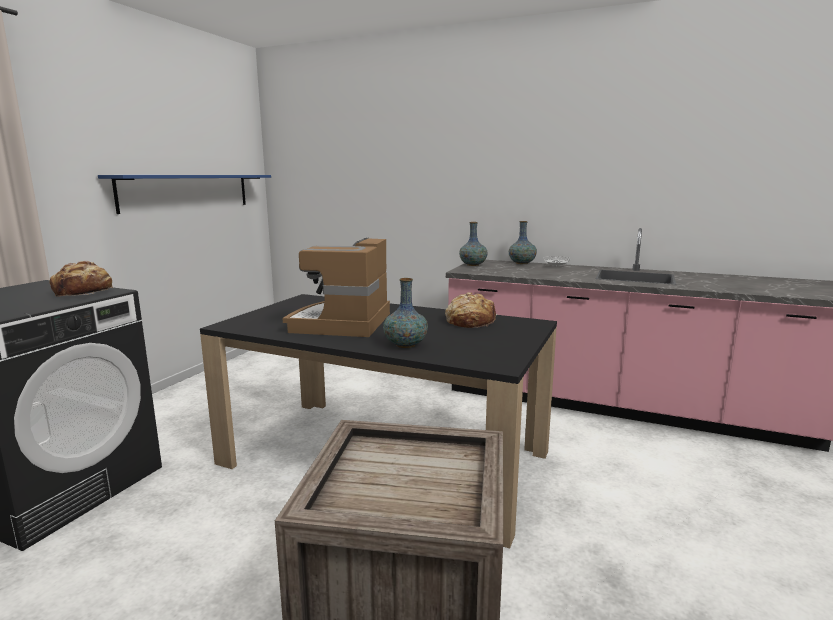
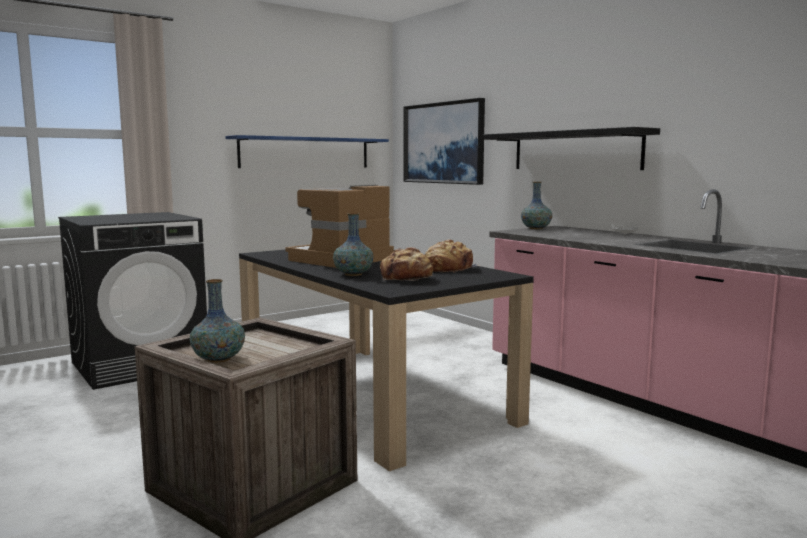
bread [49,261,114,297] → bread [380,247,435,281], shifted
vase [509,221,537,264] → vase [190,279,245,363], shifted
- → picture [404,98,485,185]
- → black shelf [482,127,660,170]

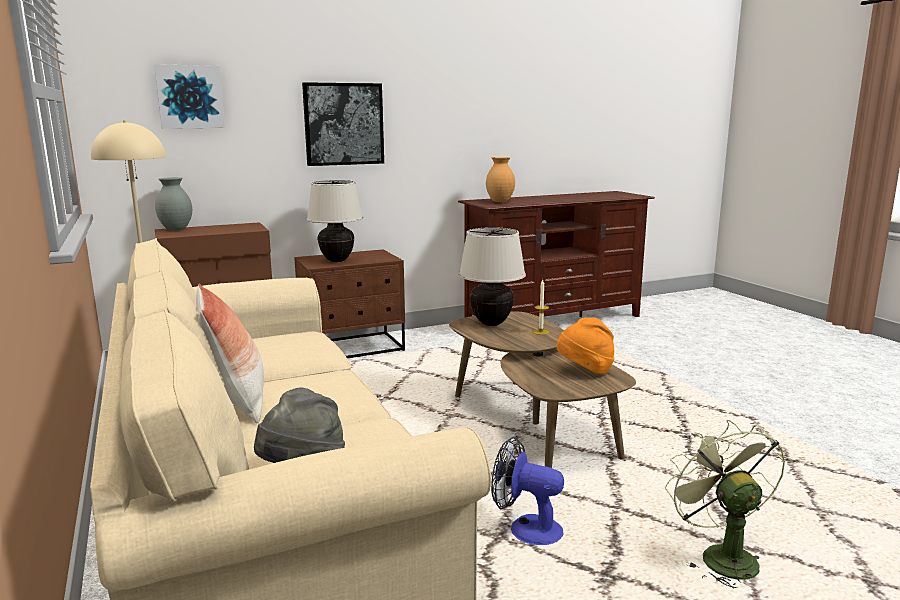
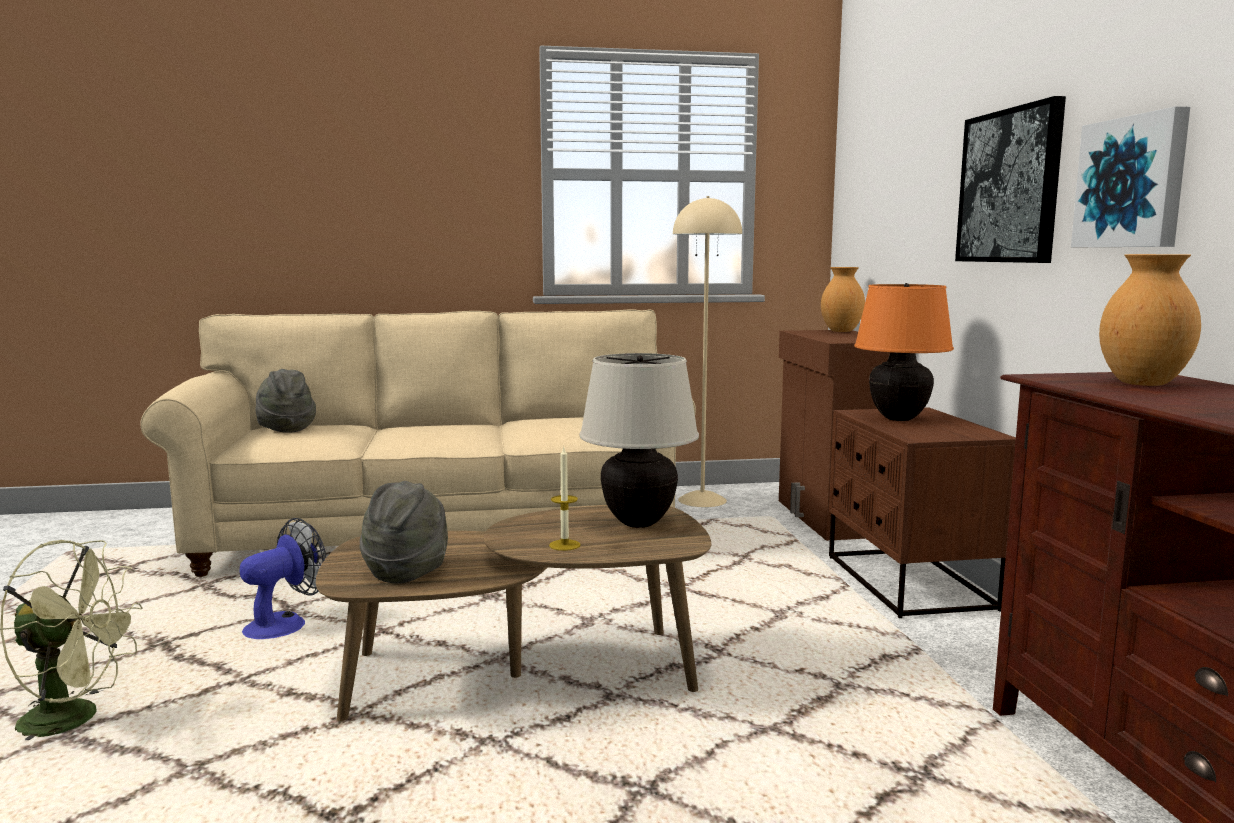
picture [154,64,225,129] → picture [1071,106,1190,247], shifted
grey vase [155,177,192,231] → brown vase [821,267,865,332]
pillow [196,283,264,423] → -
beige table lamp [307,180,363,262] → orange table lamp [854,283,954,421]
orange hat [556,317,614,374] → grey hat [360,481,448,583]

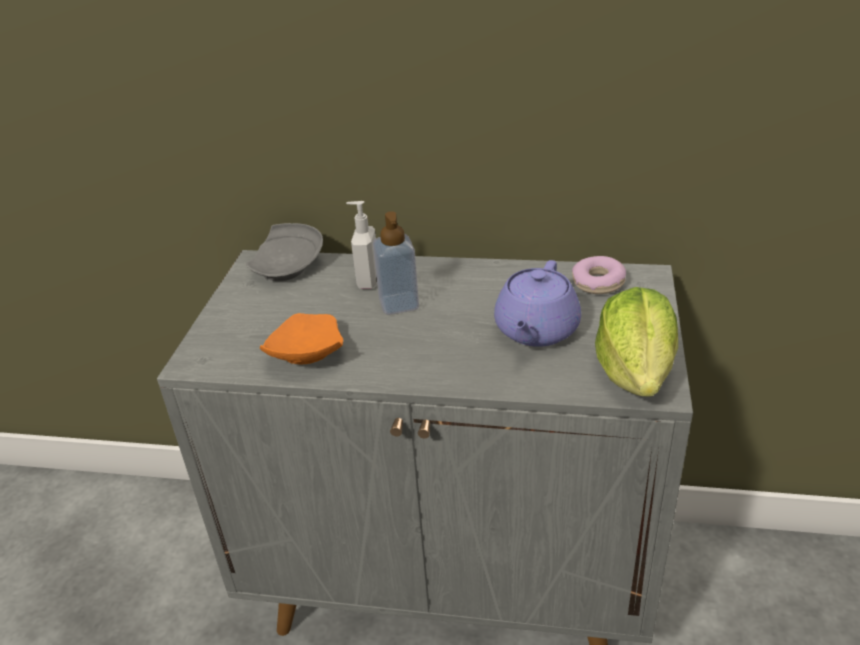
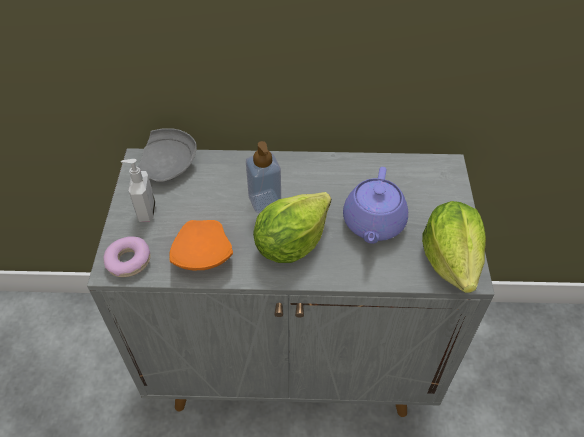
soap dispenser [346,201,377,288] → soap dispenser [121,159,156,222], shifted
donut [572,256,626,294] → donut [103,237,150,277], shifted
- → lettuce [253,192,331,263]

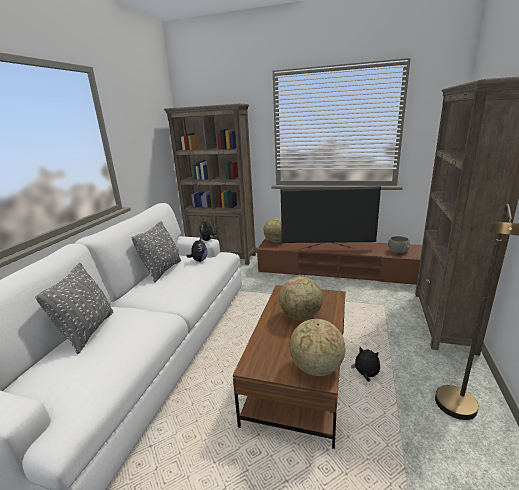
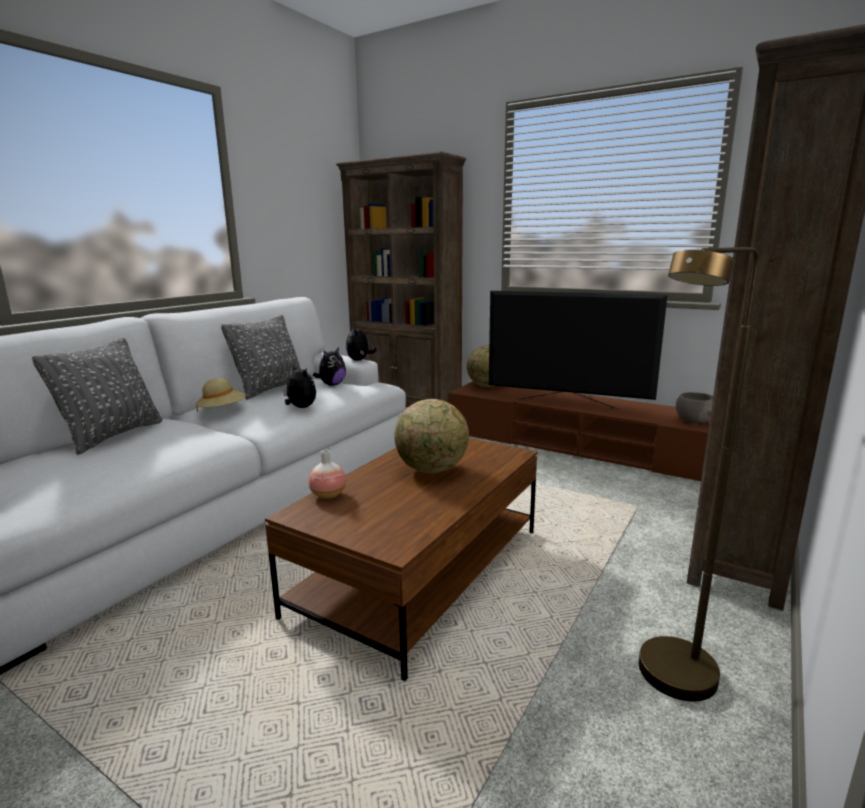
globe [289,319,346,376] → -
plush toy [351,347,380,382] → plush toy [283,365,316,408], shifted
- → beige hat [196,378,246,413]
- → vase [309,450,346,499]

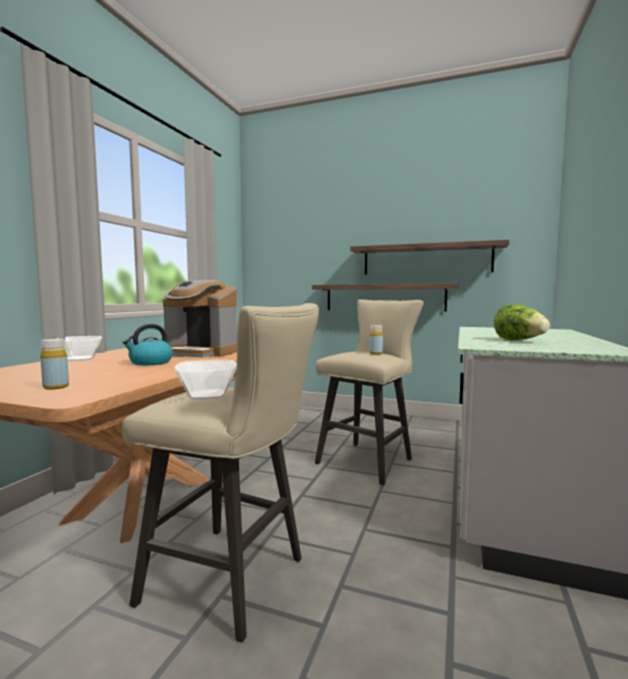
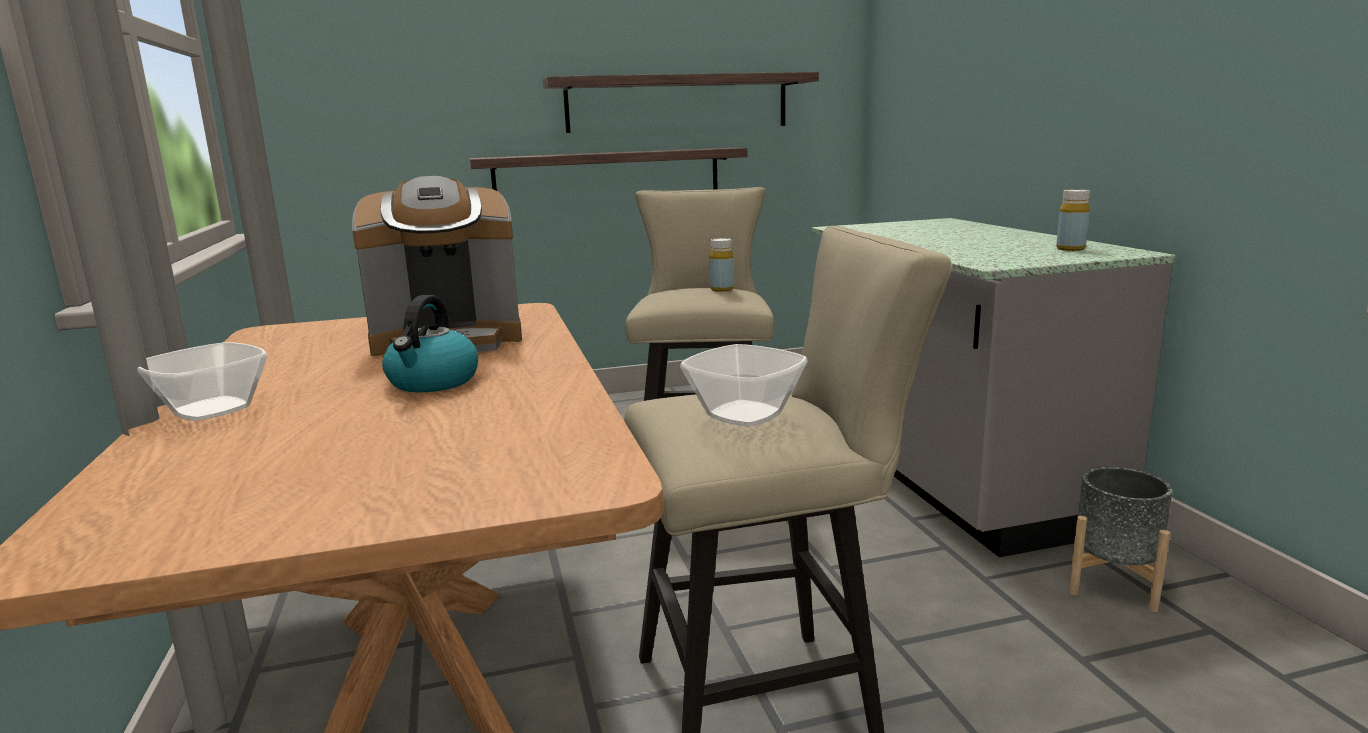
yellow bottle [40,339,69,390] → yellow bottle [1056,189,1090,251], shifted
lettuce [494,304,550,340] → -
- → grey planter [1069,467,1173,612]

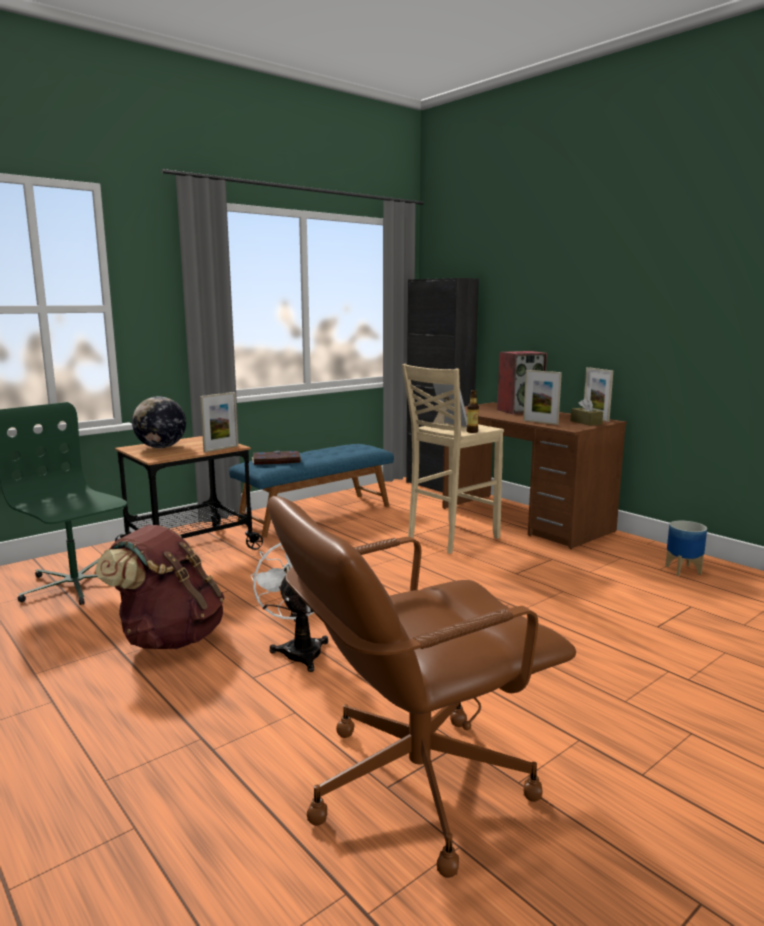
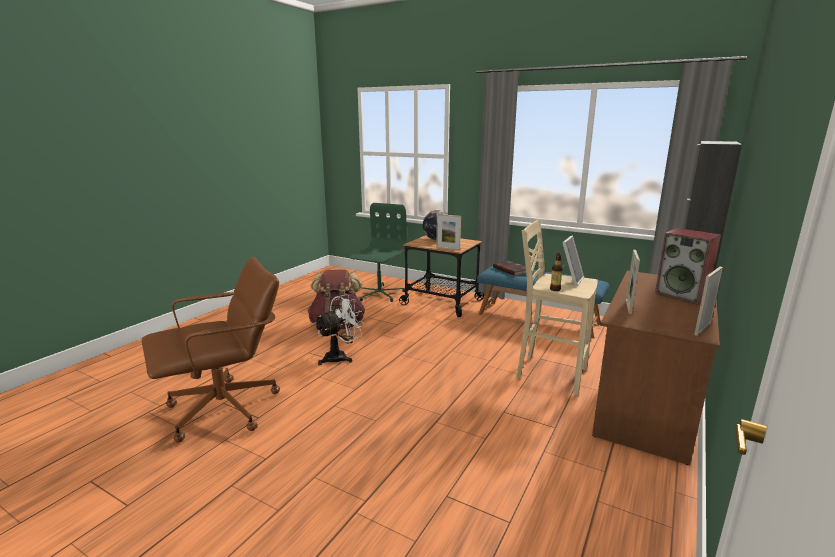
brown office chair [268,496,576,878] → brown office chair [142,257,280,443], 105 degrees clockwise
brown tissue box [571,398,603,426] → -
planter [665,521,707,576] → -

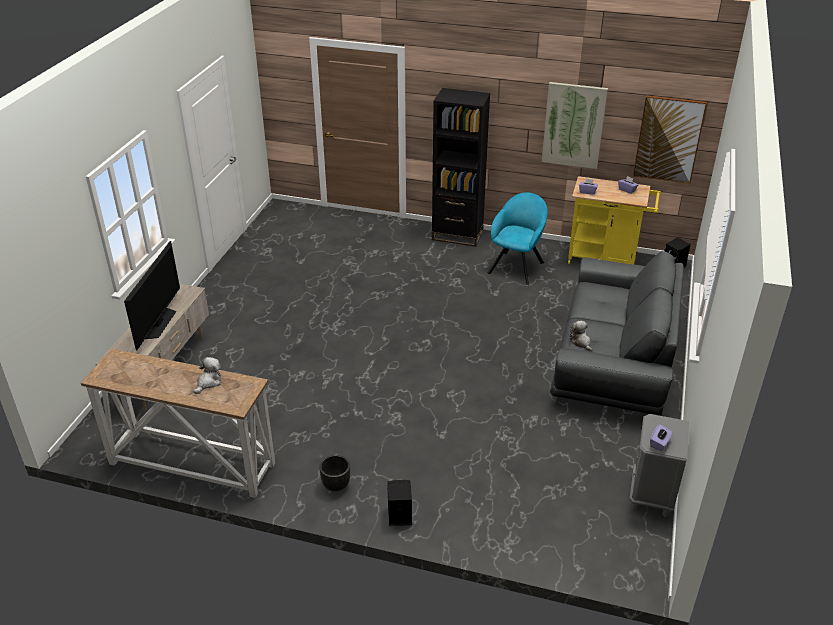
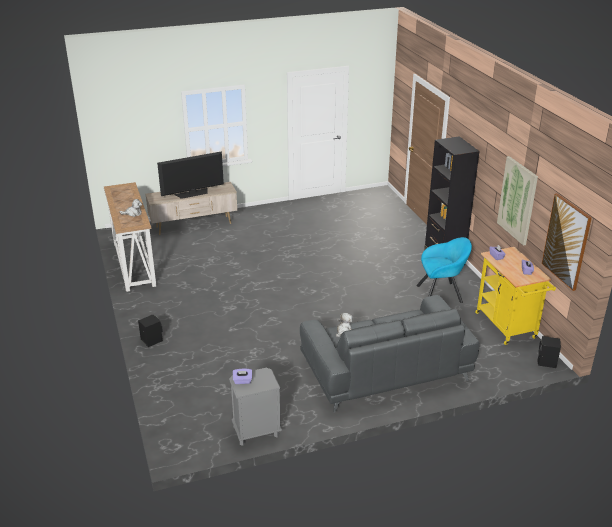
black planter [319,455,350,491] → -

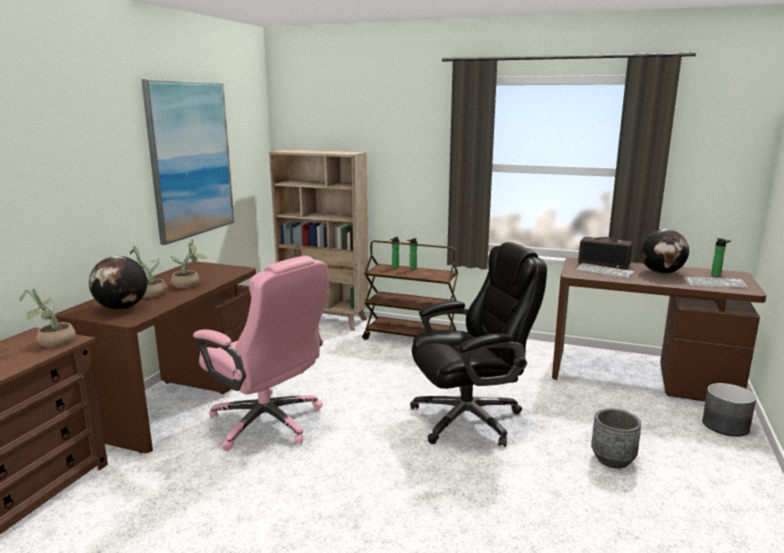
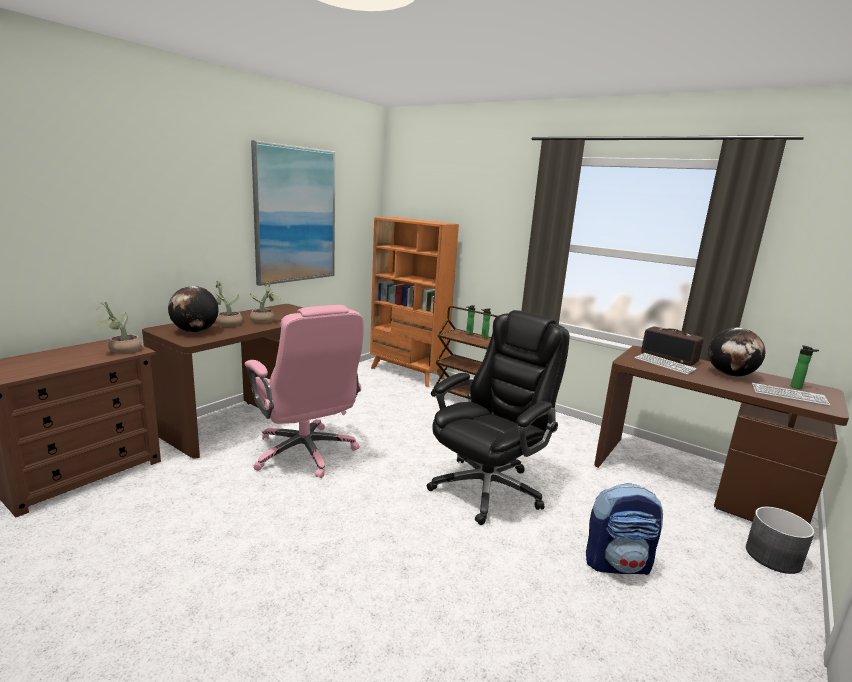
beige bookcase [269,149,369,331] → orange bookcase [370,217,459,387]
black office chair [410,242,547,447] → black office chair [427,310,569,525], 45 degrees counterclockwise
grey planter [591,408,642,469] → backpack [586,483,663,575]

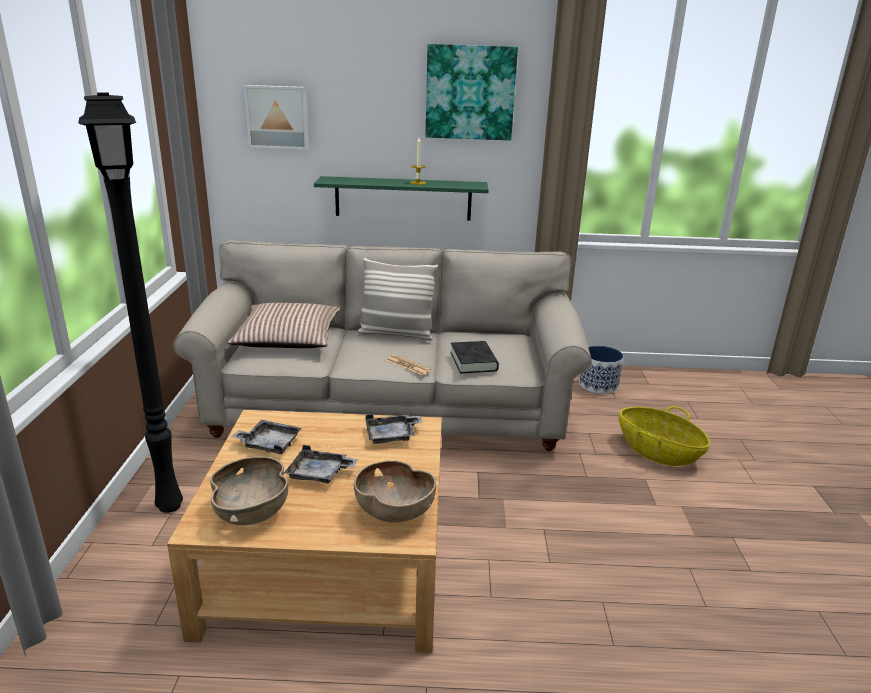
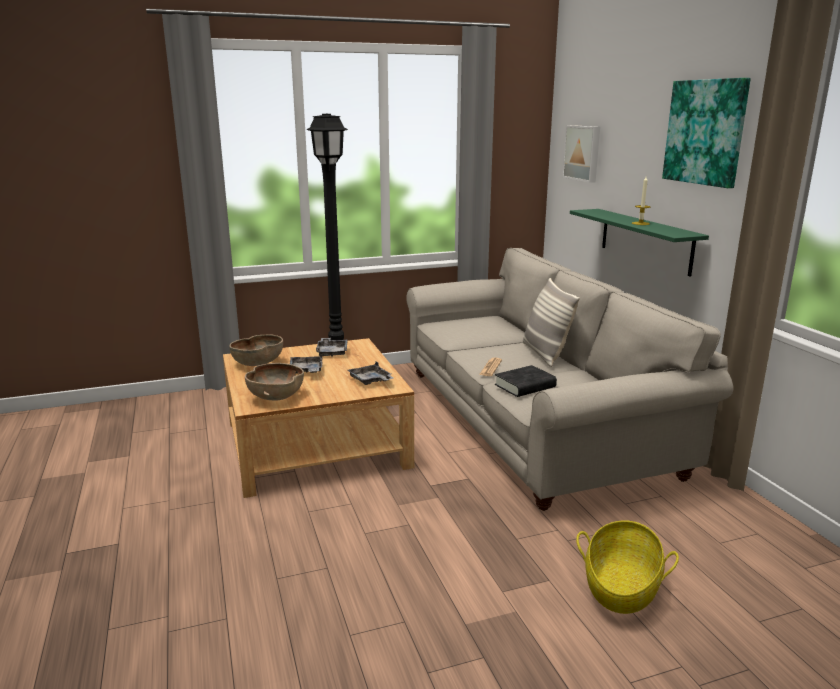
pillow [227,303,340,348] → -
planter [579,346,623,394] → -

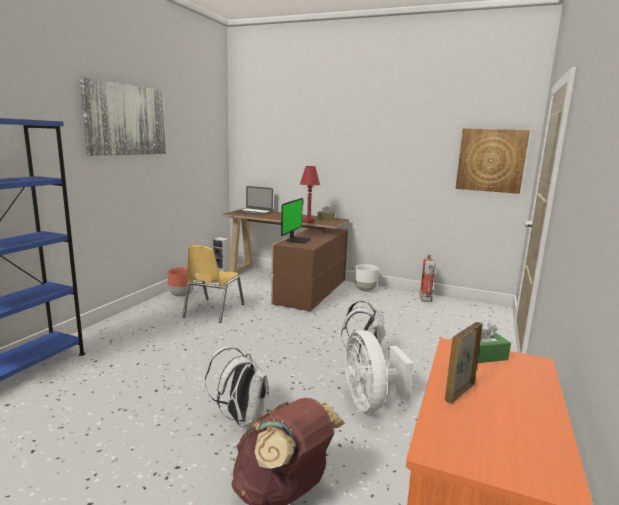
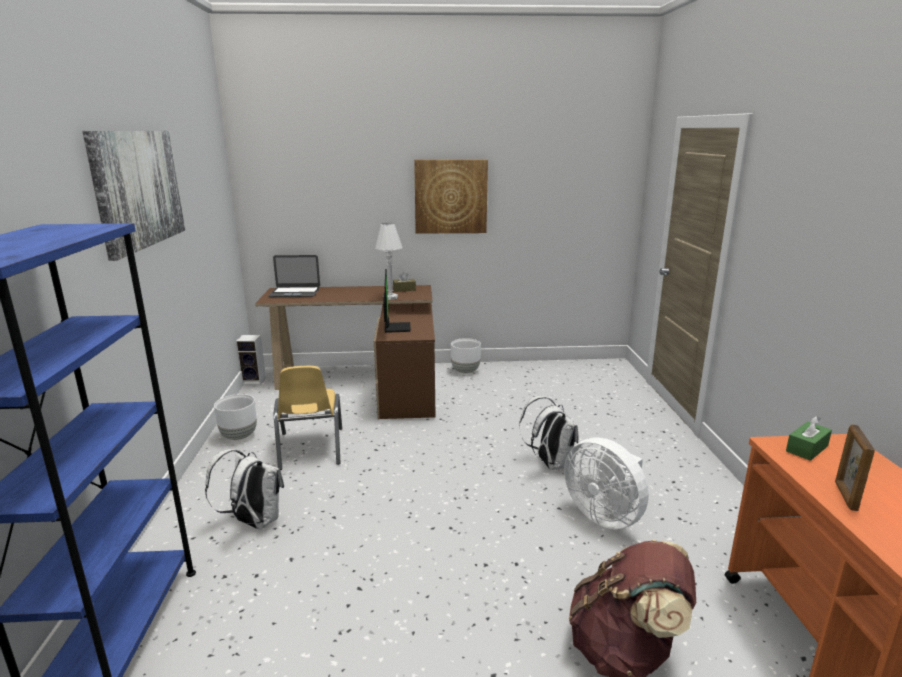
brown planter [167,267,194,297] → white planter [214,394,257,440]
white backpack [205,346,269,428] → white backpack [205,449,284,530], shifted
red table lamp [300,166,320,223] → white table lamp [375,223,403,300]
fire extinguisher [419,254,436,302] → -
picture [456,128,530,194] → picture [414,160,488,234], shifted

